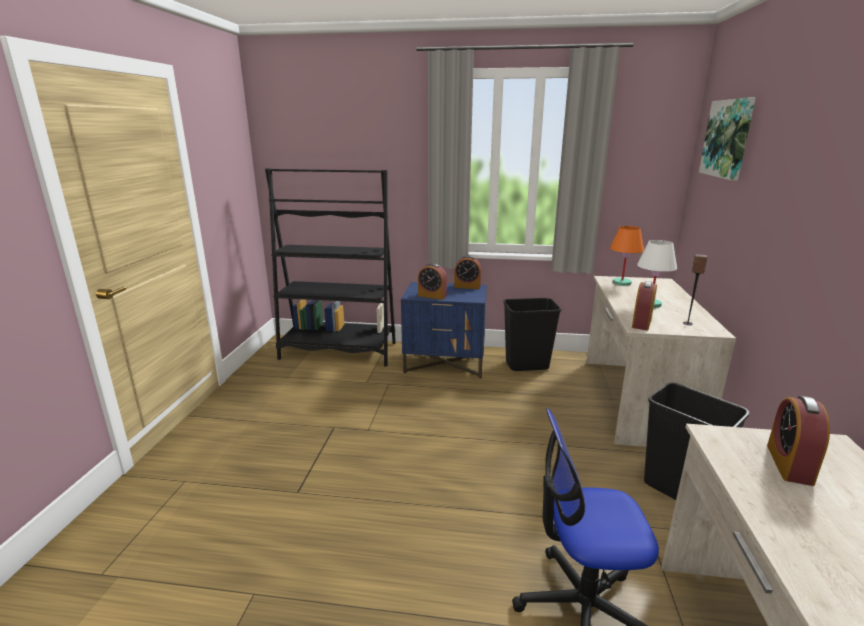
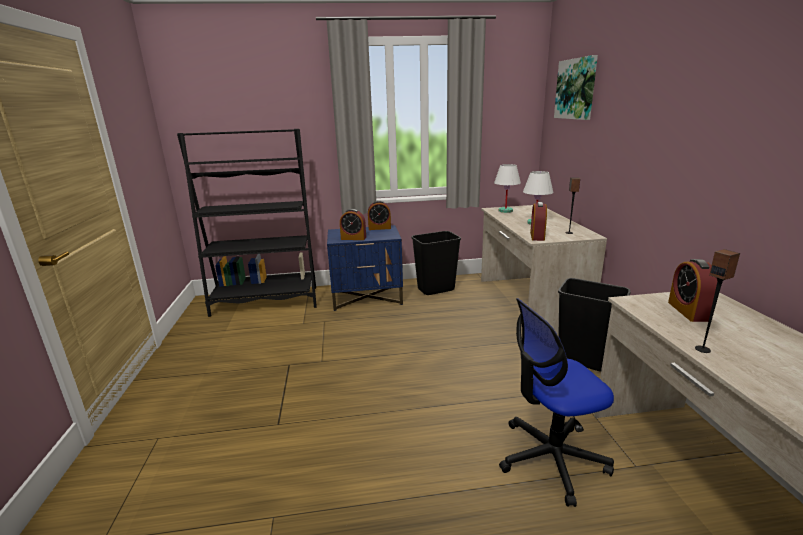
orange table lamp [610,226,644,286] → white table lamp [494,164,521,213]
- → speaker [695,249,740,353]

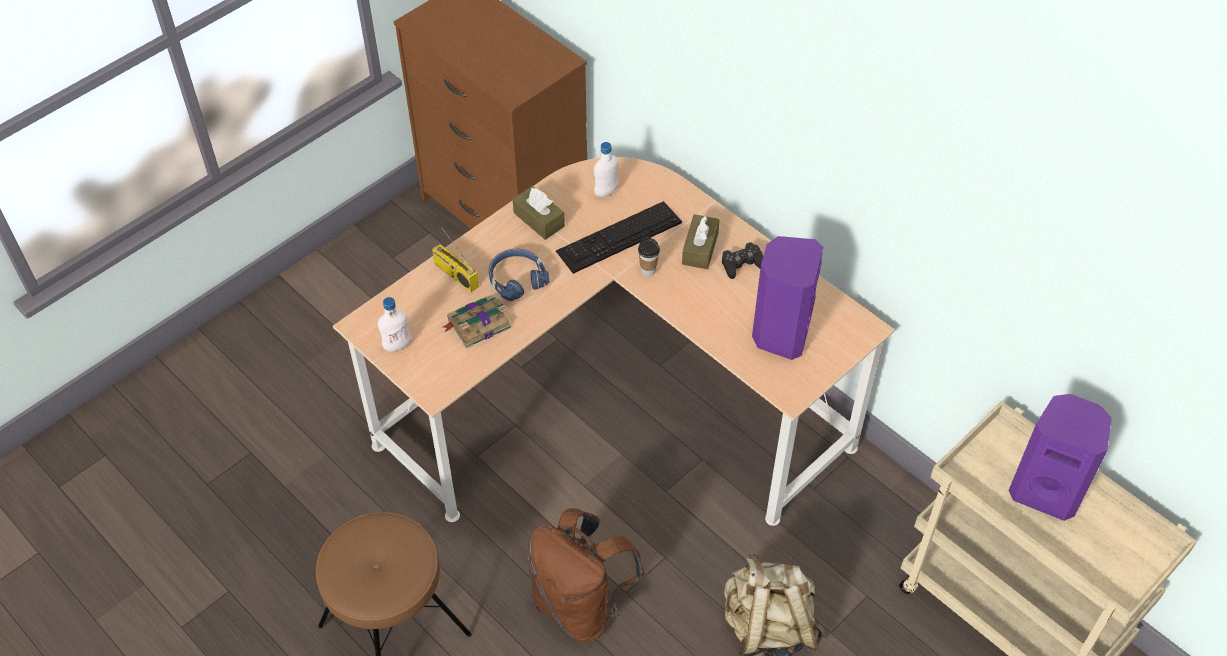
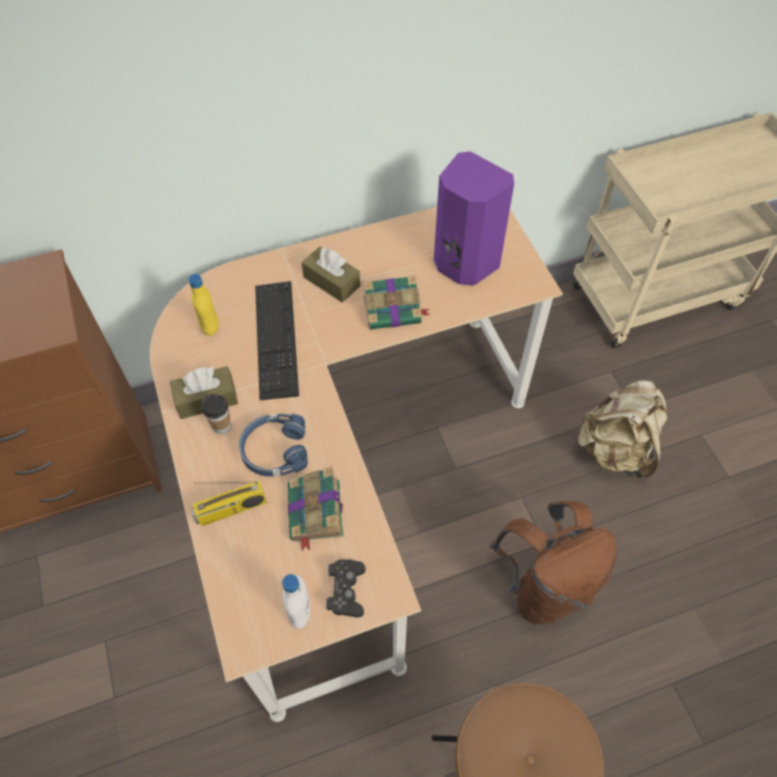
white bottle [594,142,618,197] → yellow bottle [188,274,219,336]
cup [638,238,660,276] → cup [201,394,231,435], shifted
black game controller [722,242,763,279] → black game controller [326,559,366,617], shifted
purple speaker [1008,394,1112,521] → -
- → book [363,275,431,329]

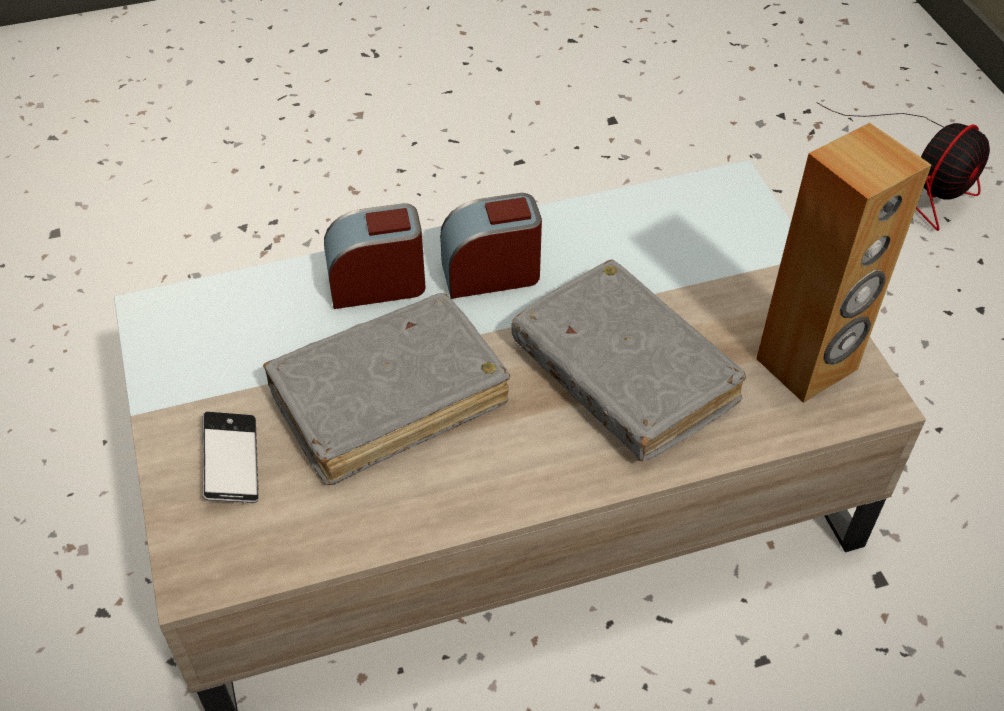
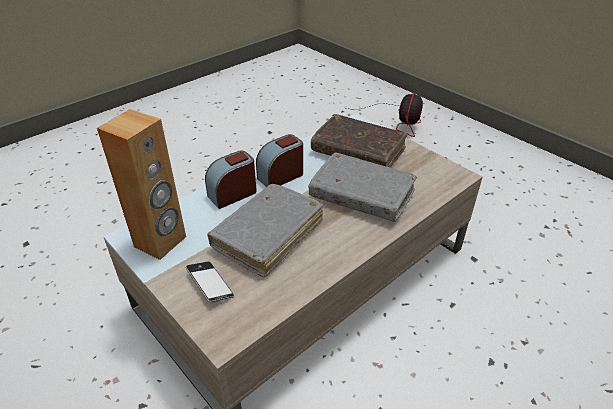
brown speaker [756,123,931,403] → brown speaker [97,109,186,260], shifted
- → brown book [311,114,407,167]

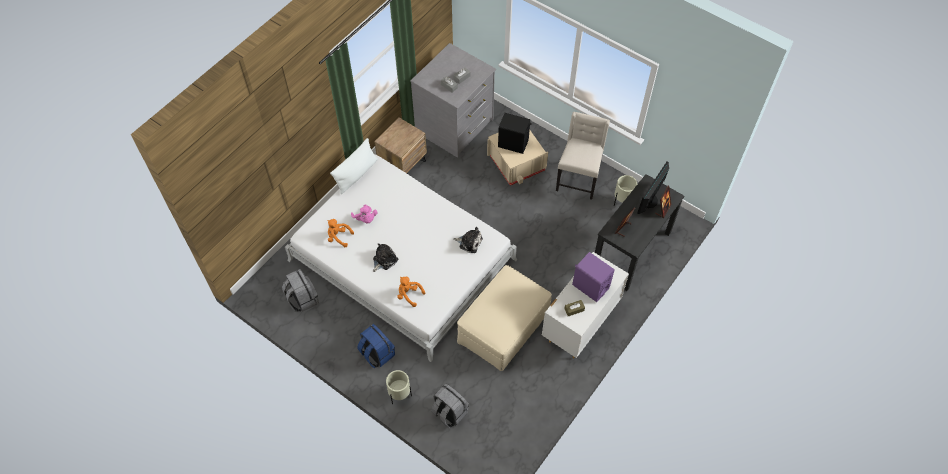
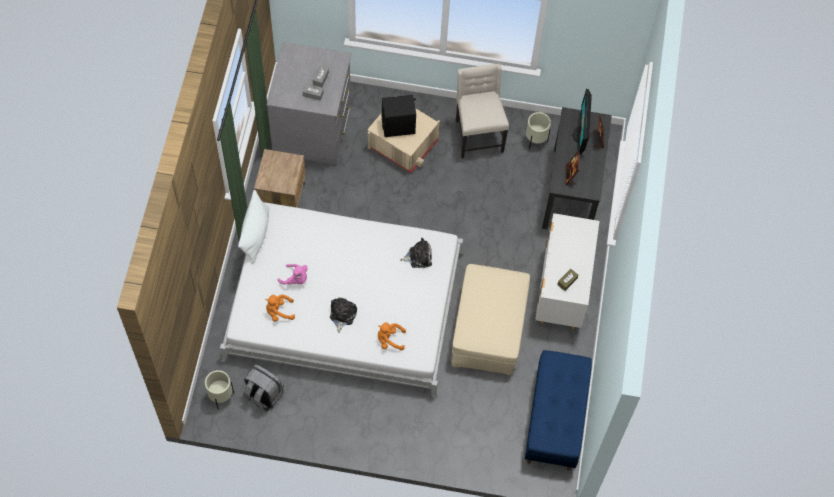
blue backpack [357,324,395,368] → -
beige planter [386,370,412,404] → beige planter [205,370,234,409], shifted
grey backpack [431,383,469,428] → -
purple speaker [572,252,615,302] → -
- → blue bench [525,350,592,470]

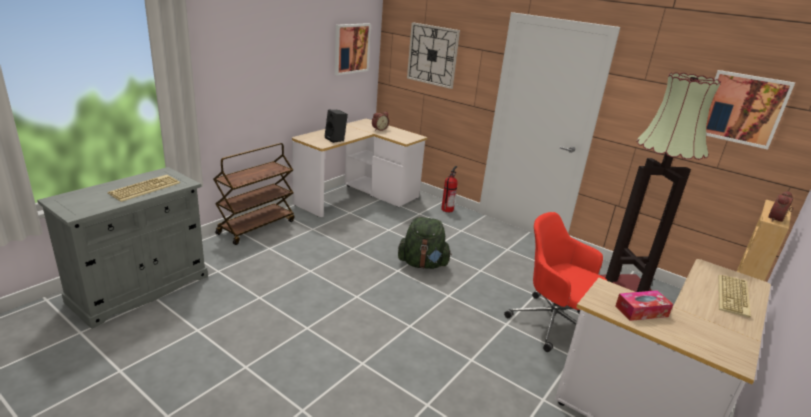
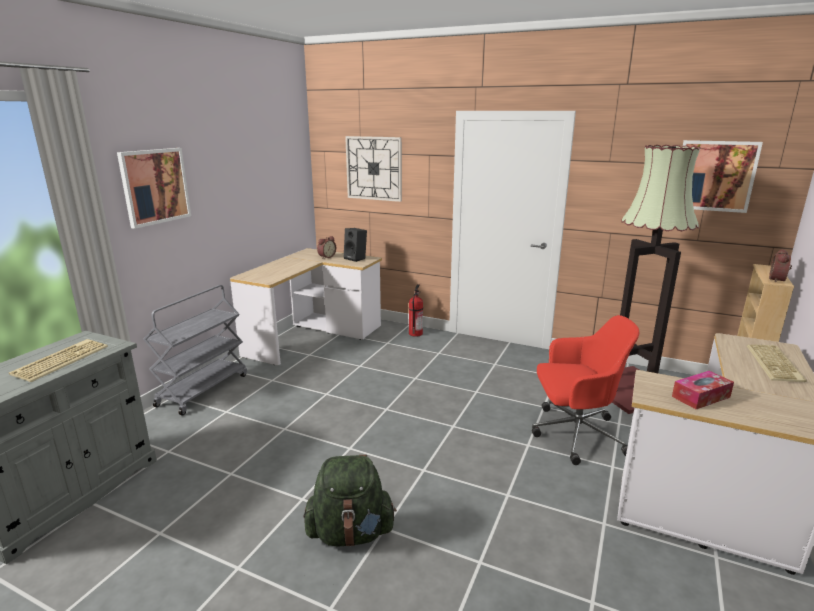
brown cart [213,143,295,245] → grey cart [143,285,247,415]
black speaker [325,110,348,143] → black speaker [344,228,367,262], shifted
picture [335,23,371,75] → picture [117,148,191,229], shifted
green backpack [398,217,452,269] → green backpack [304,455,397,547], shifted
red office chair [504,212,607,352] → red office chair [532,315,639,465], 150 degrees clockwise

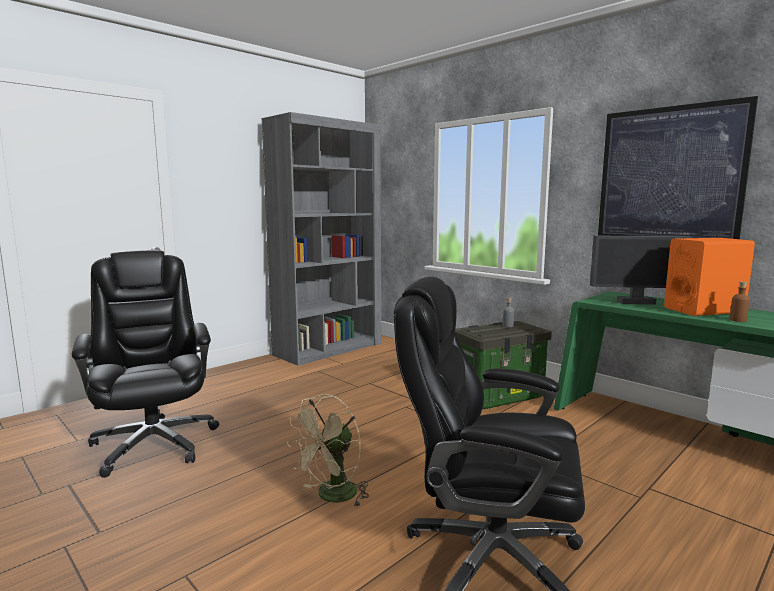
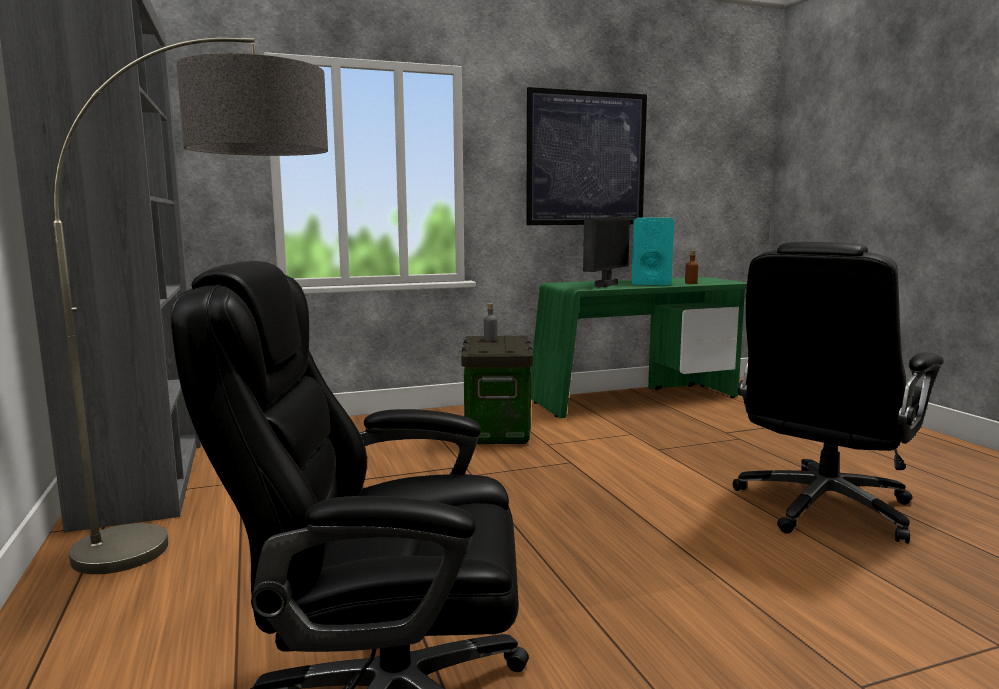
beige fan [287,394,369,506] → -
orange speaker [664,238,755,316] → turquoise speaker [632,218,674,285]
- → floor lamp [53,38,328,574]

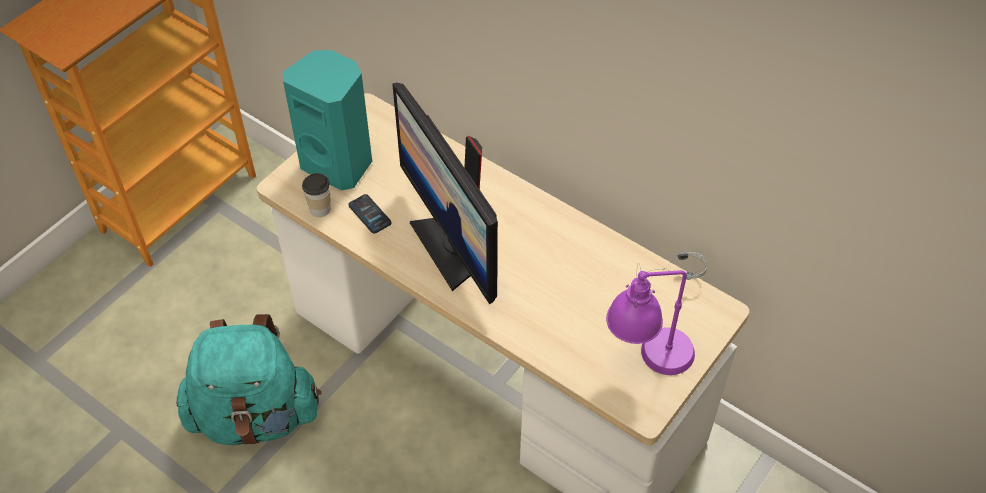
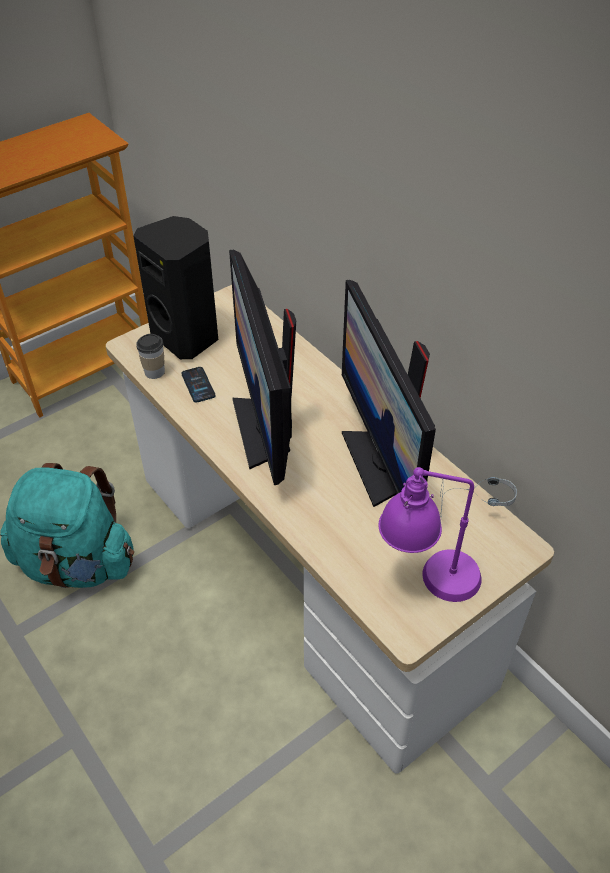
turquoise speaker [283,50,372,191] → black speaker [133,216,218,359]
- → monitor [342,280,436,507]

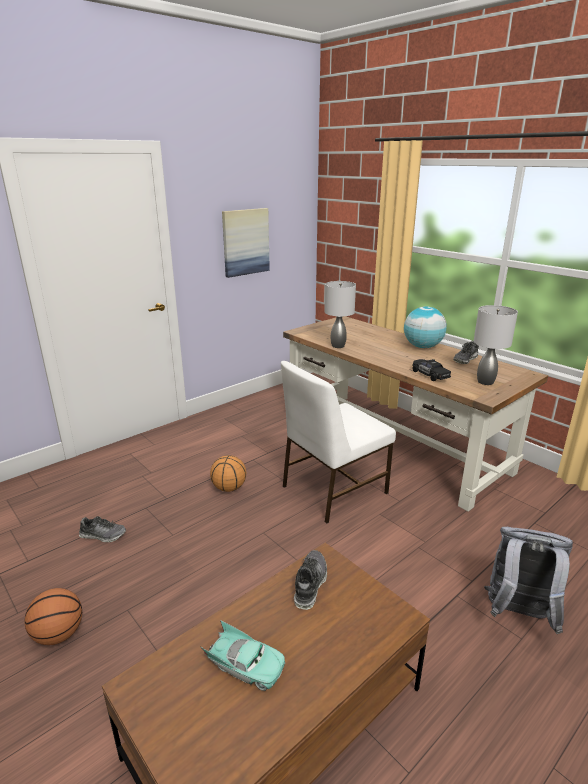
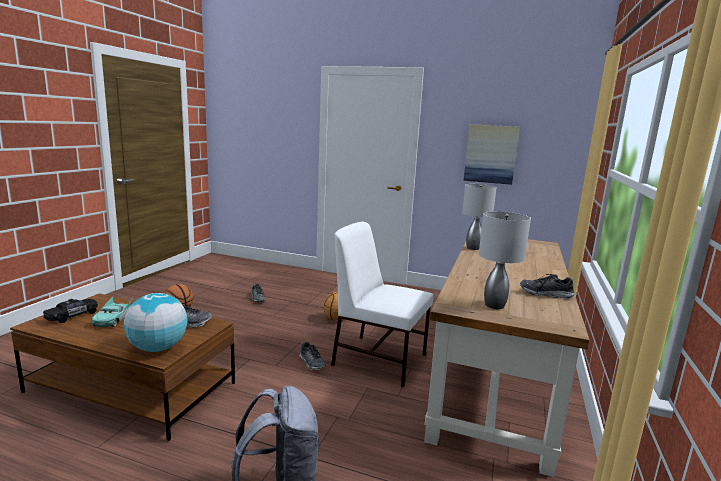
globe [404,306,447,348] → globe [124,293,188,352], shifted
black toy car [412,359,451,381] → black toy car [43,299,98,323], shifted
- → shoe [299,342,326,370]

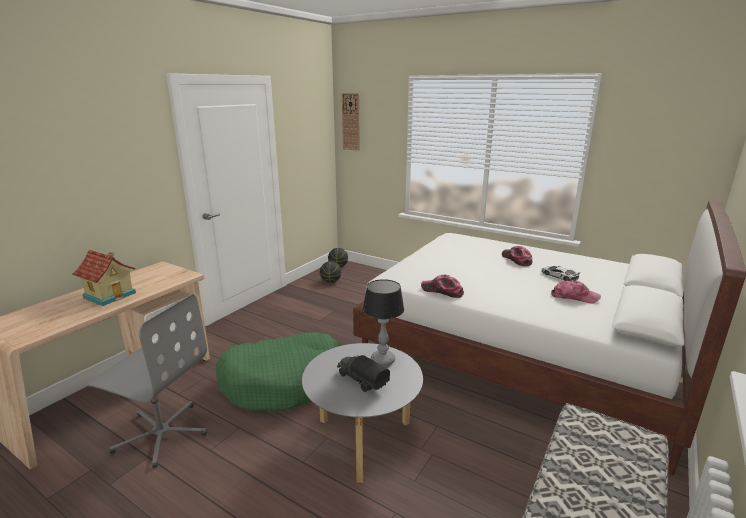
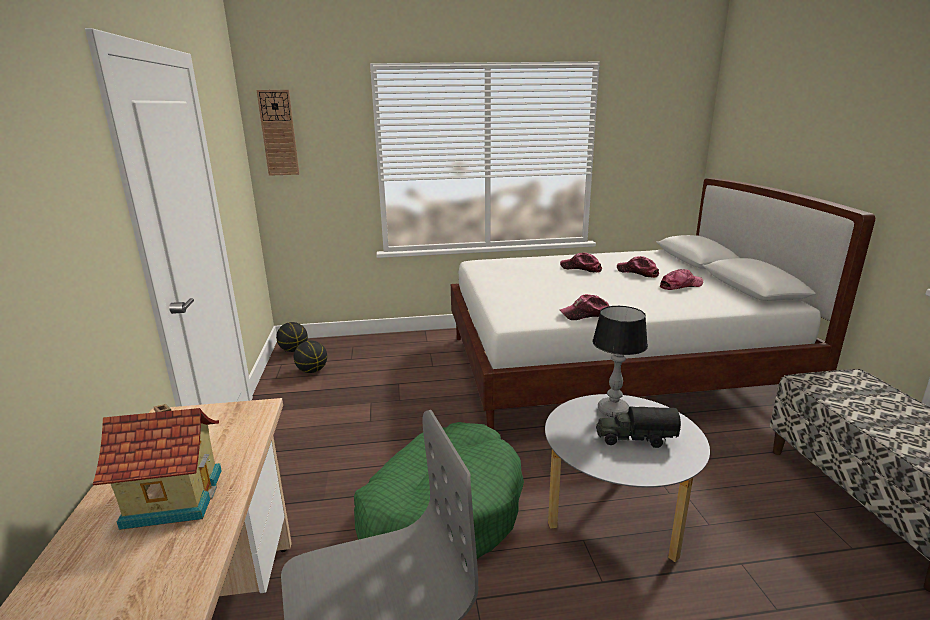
toy car [541,266,580,281] → cap [617,256,659,278]

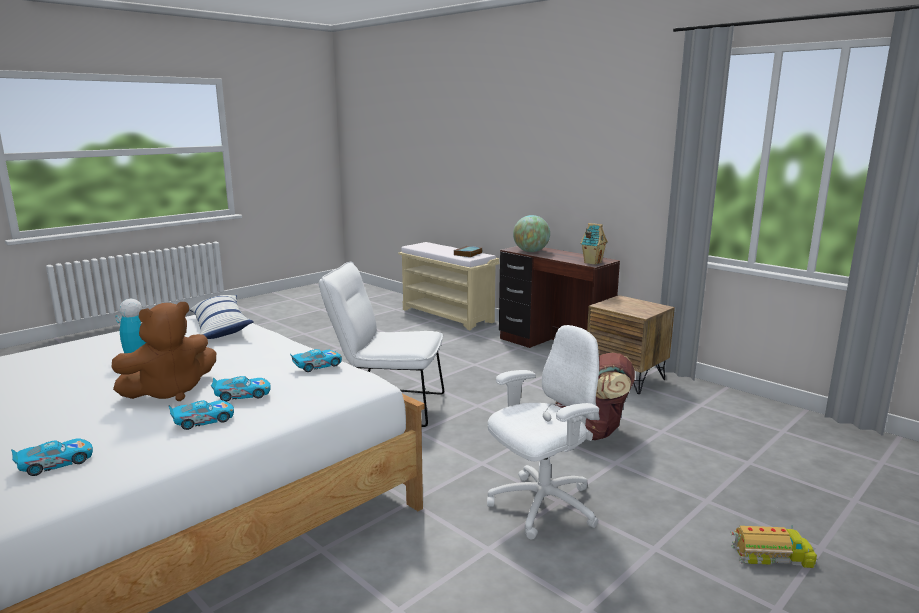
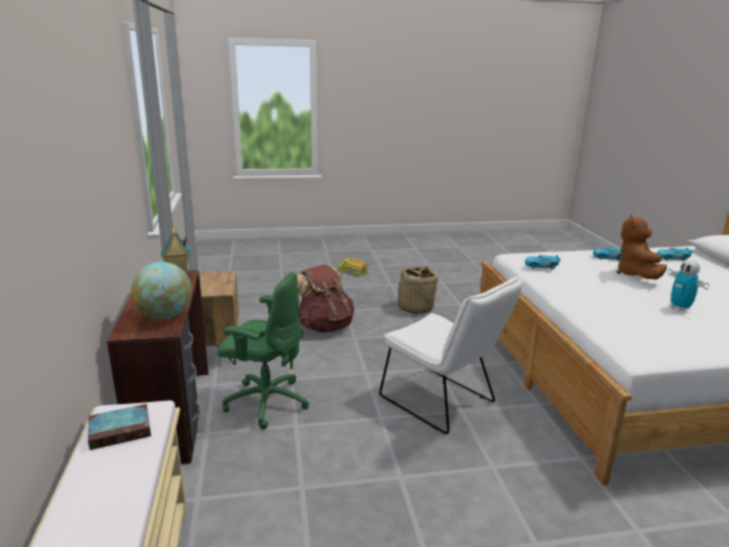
brown plush toy [112,302,216,401] → brown plush toy [616,214,667,280], 75 degrees counterclockwise
pillow [189,295,254,339] → -
toy car [211,376,271,402] → -
white office chair [487,325,600,540] → basket [390,266,440,314]
- → green office chair [217,272,309,429]

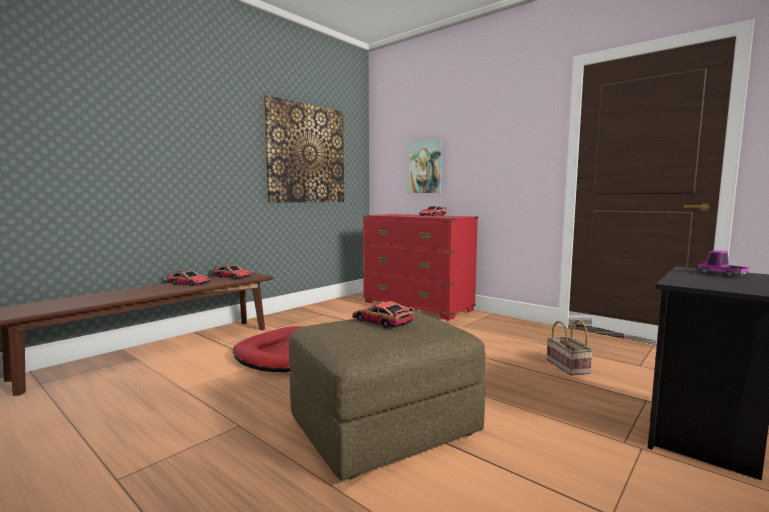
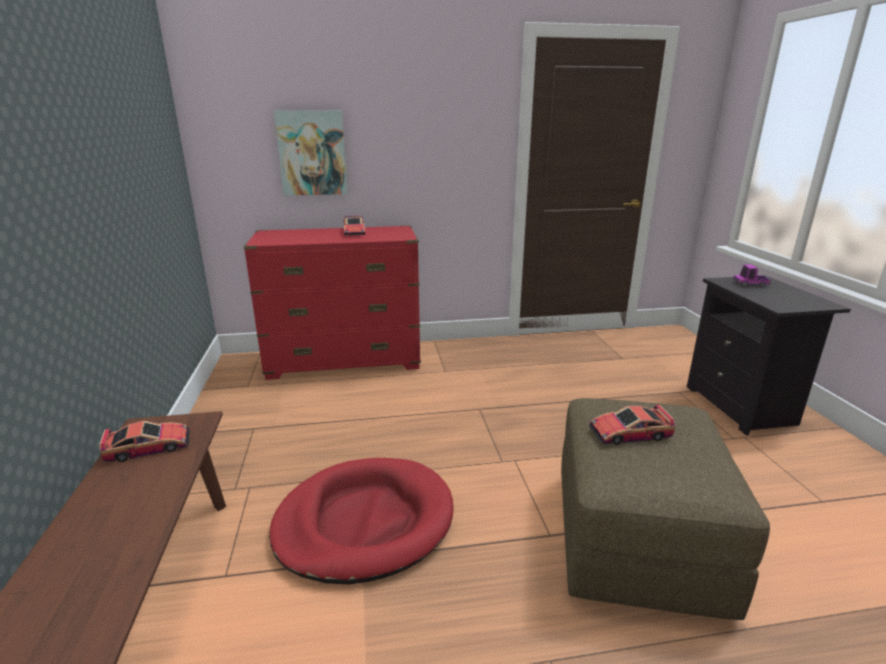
toy car [167,271,210,286] → -
picture [263,95,344,203] → -
basket [547,320,593,376] → -

